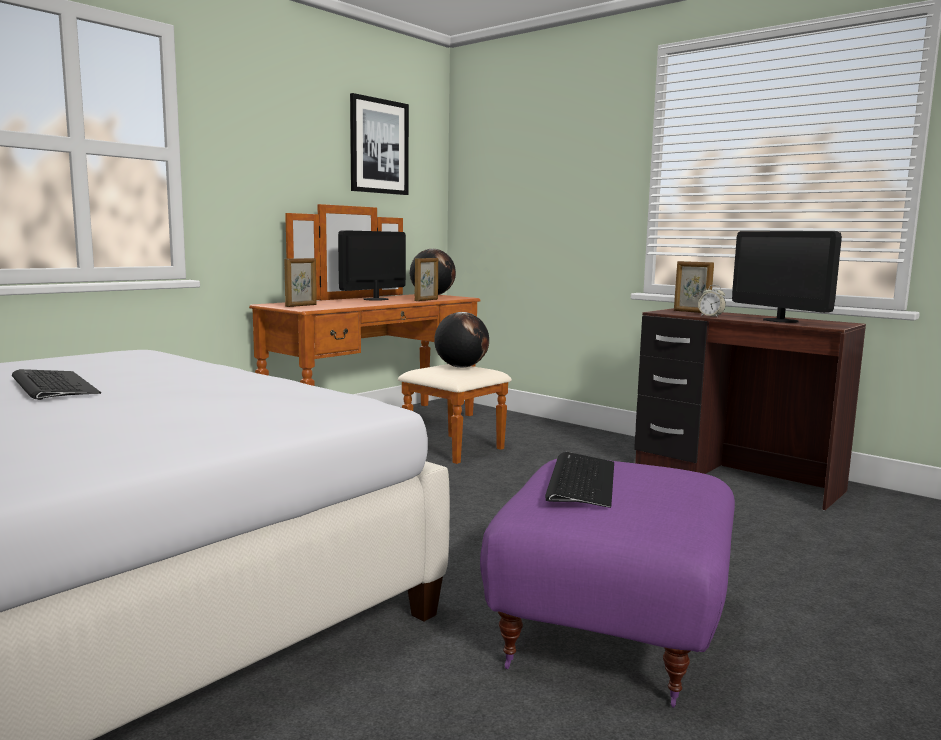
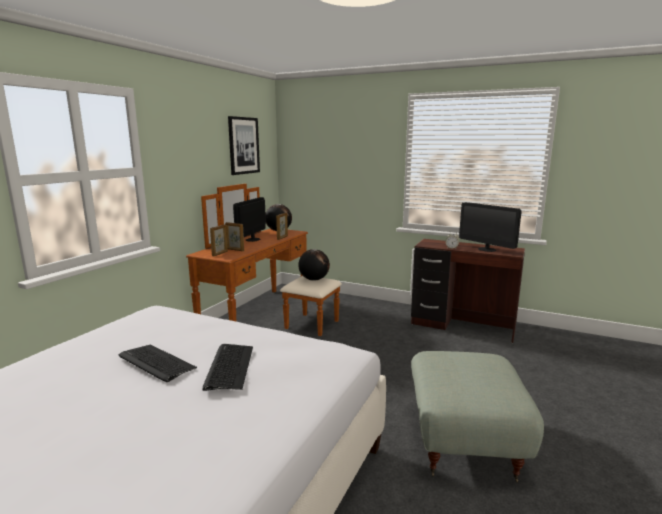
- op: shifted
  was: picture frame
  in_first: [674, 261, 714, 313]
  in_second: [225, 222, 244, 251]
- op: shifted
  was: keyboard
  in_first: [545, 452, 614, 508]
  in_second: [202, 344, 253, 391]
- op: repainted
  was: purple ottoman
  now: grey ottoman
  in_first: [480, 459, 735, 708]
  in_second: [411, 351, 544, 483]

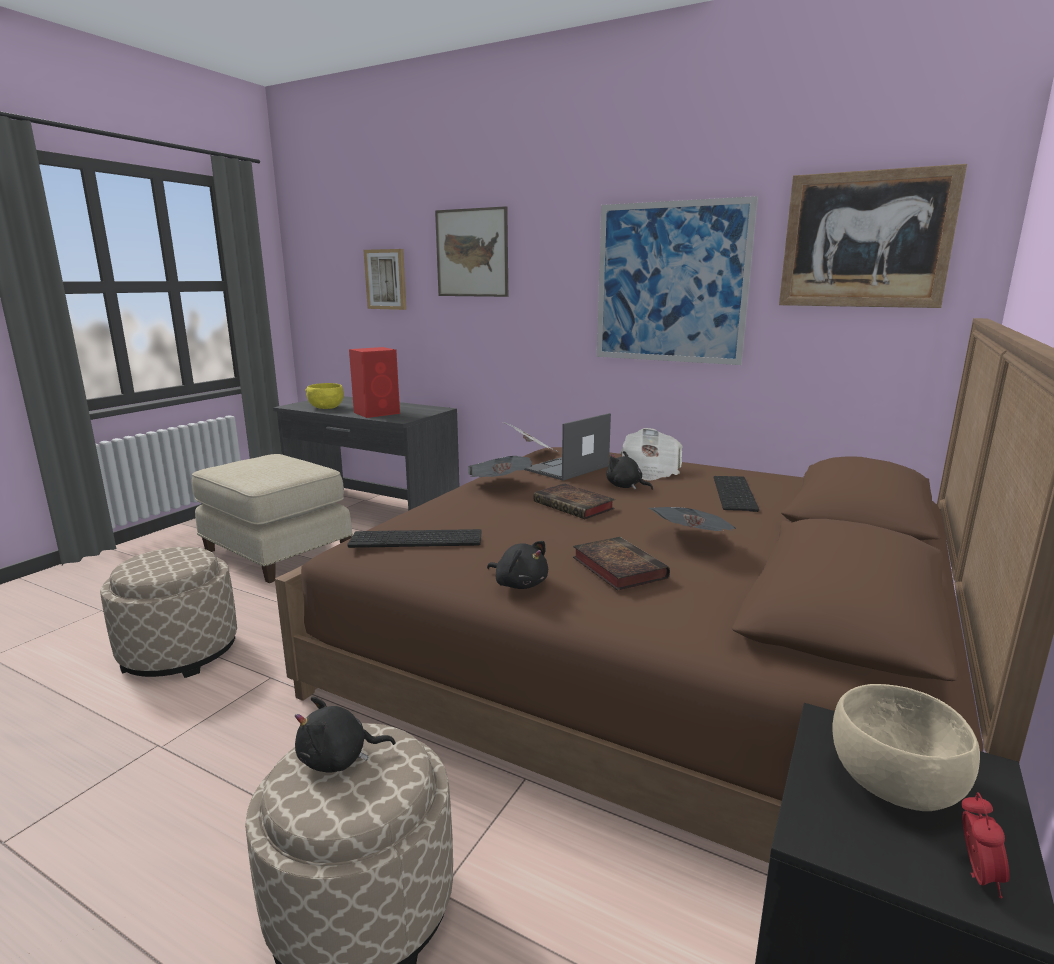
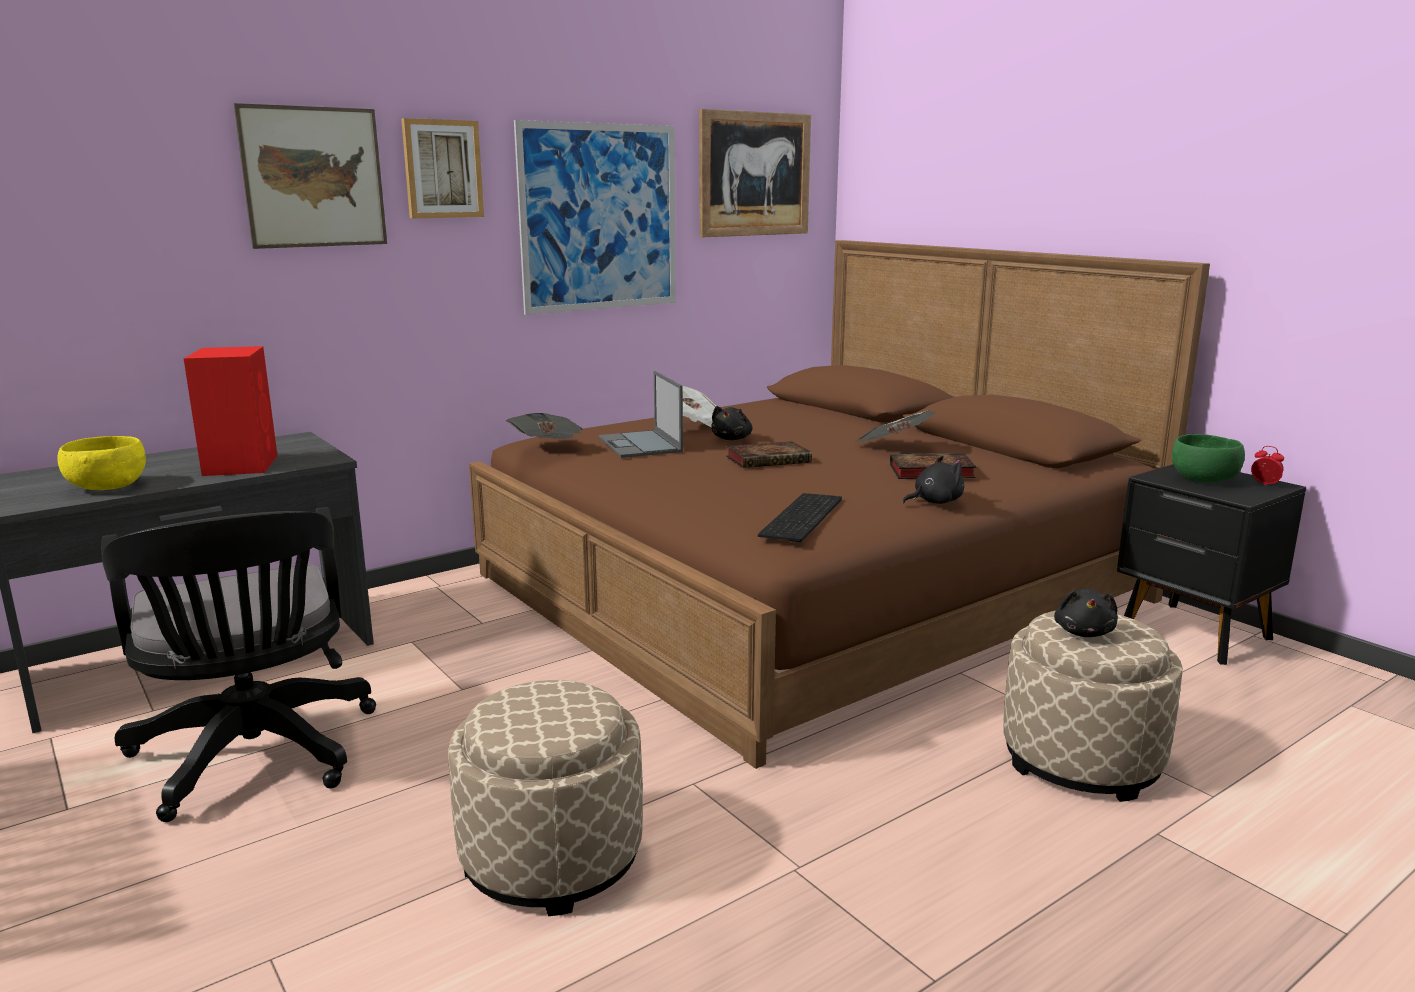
- op: shifted
  was: picture
  in_first: [364, 249, 407, 310]
  in_second: [401, 118, 484, 219]
- op: rotated
  was: black plush toy
  in_first: [606, 451, 653, 490]
  in_second: [711, 406, 753, 440]
  clockwise: -45
- op: swapped
  was: beige ottoman
  now: black office chair
  in_first: [192, 454, 353, 583]
  in_second: [101, 507, 376, 822]
- op: gone
  was: newspaper
  in_first: [468, 456, 532, 477]
- op: gone
  was: keyboard
  in_first: [714, 476, 759, 512]
- op: repainted
  was: beige bowl
  now: green bowl
  in_first: [832, 684, 980, 811]
  in_second: [1172, 434, 1245, 482]

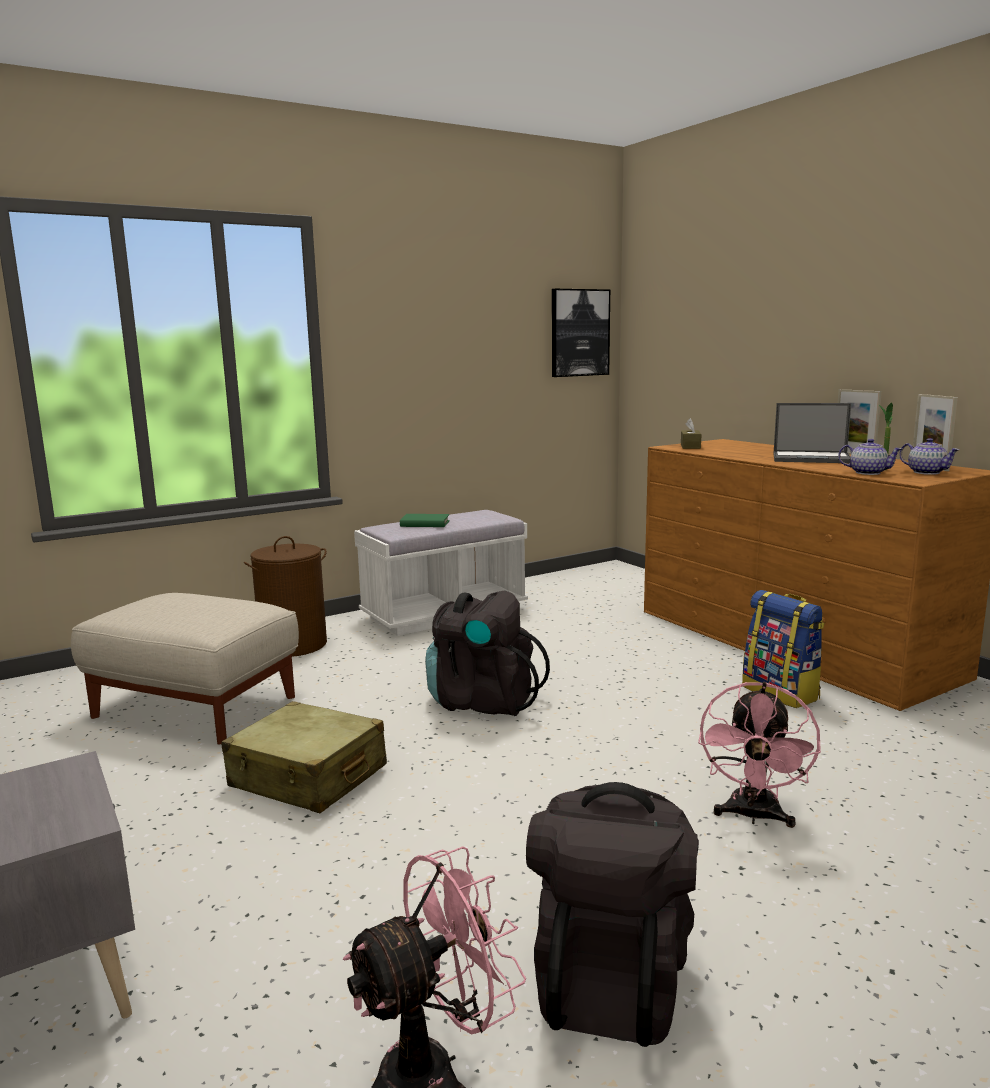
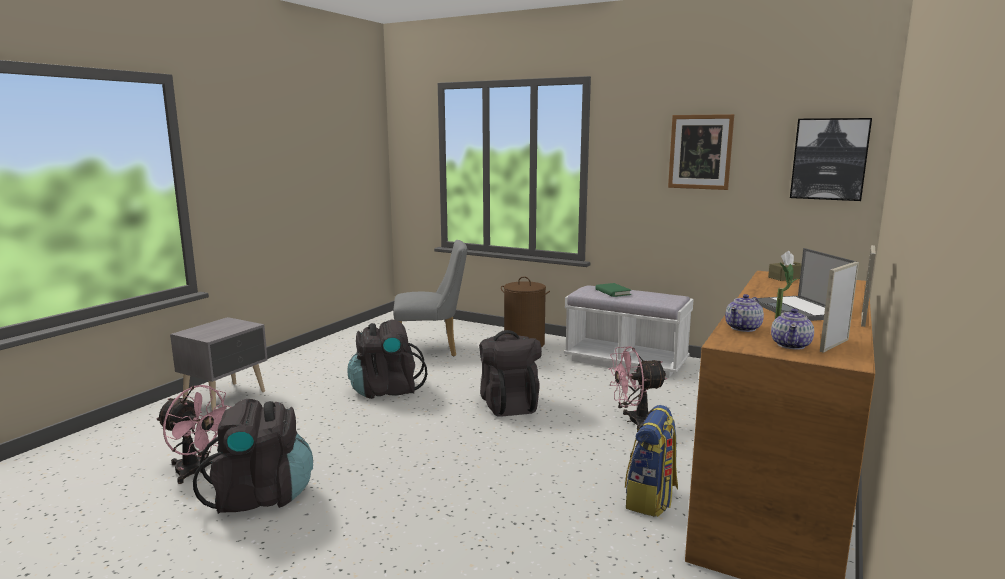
- op: rotated
  was: teapot
  in_first: [838, 439, 902, 475]
  in_second: [725, 294, 764, 332]
  clockwise: 45
- op: swapped
  was: beige ottoman
  now: grey chair
  in_first: [71, 593, 299, 745]
  in_second: [393, 240, 467, 357]
- op: shifted
  was: pink fan
  in_first: [698, 682, 821, 828]
  in_second: [608, 346, 667, 431]
- op: swapped
  was: beige suitcase
  now: black backpack
  in_first: [222, 701, 387, 813]
  in_second: [347, 320, 427, 399]
- op: new
  now: picture
  in_second: [668, 114, 734, 190]

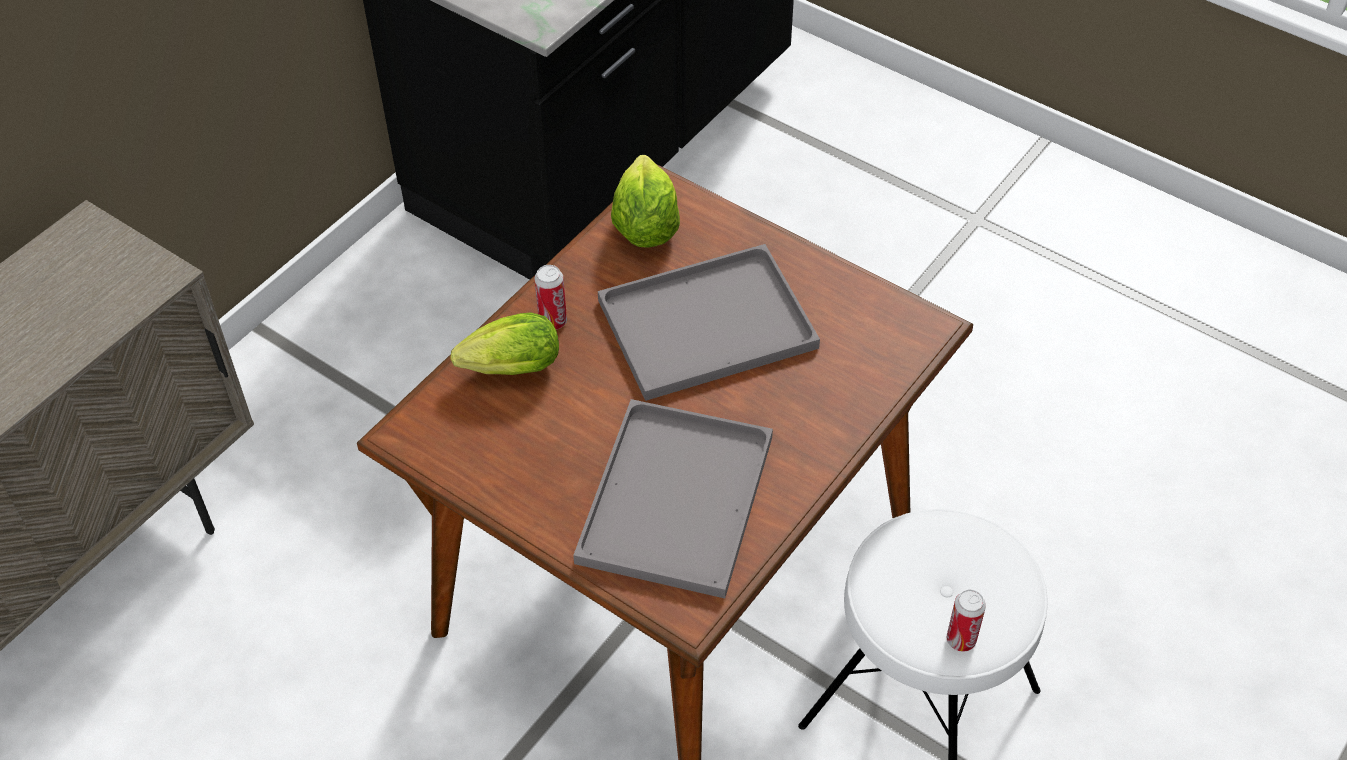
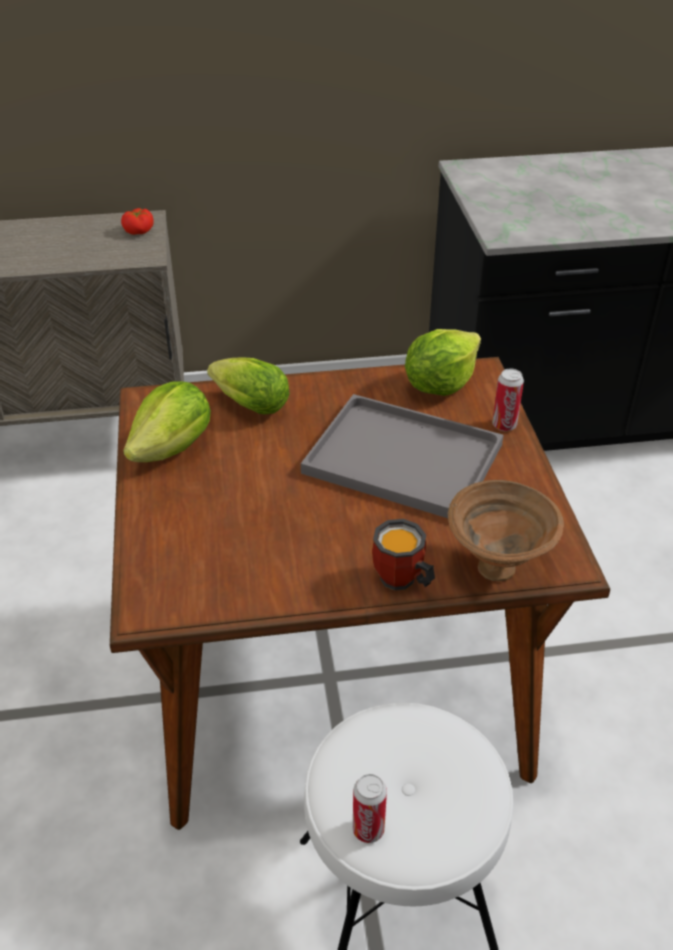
- op: shifted
  was: can
  in_first: [534, 265, 567, 330]
  in_second: [492, 368, 524, 431]
- op: gone
  was: grey tray
  in_first: [573, 399, 773, 598]
- op: new
  now: tomato
  in_second: [121, 208, 154, 235]
- op: new
  now: lettuce
  in_second: [123, 381, 211, 462]
- op: new
  now: brown bowl
  in_second: [448, 480, 564, 581]
- op: new
  now: mug
  in_second: [372, 519, 435, 591]

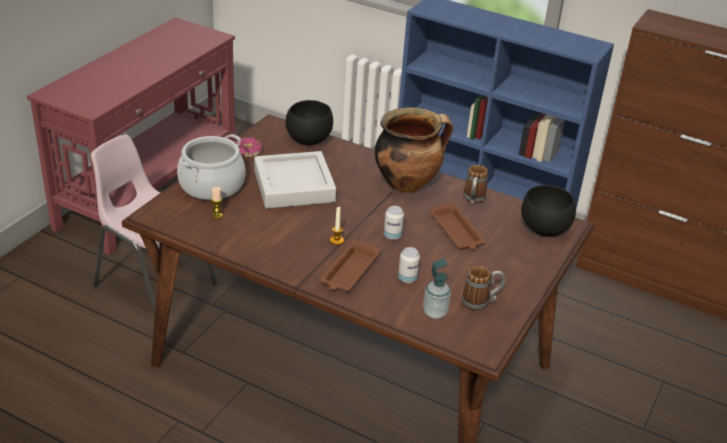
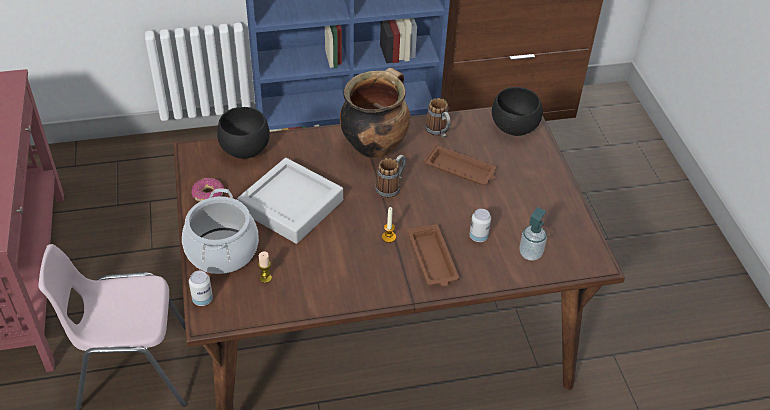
- op: shifted
  was: can
  in_first: [384, 206, 404, 240]
  in_second: [189, 271, 213, 306]
- op: shifted
  was: mug
  in_first: [461, 266, 505, 311]
  in_second: [375, 155, 406, 198]

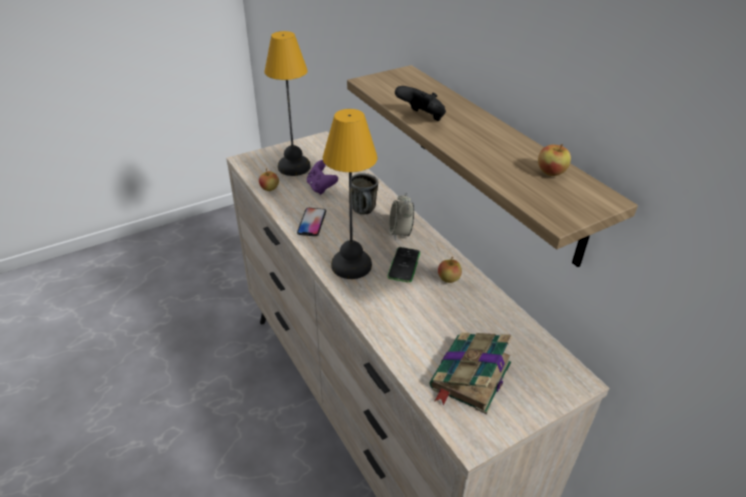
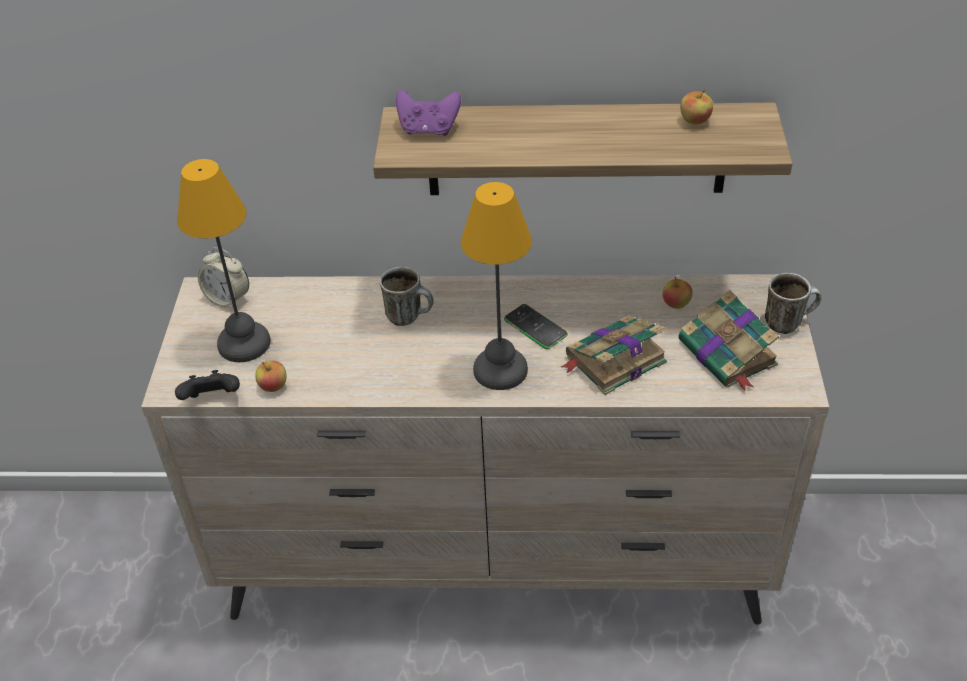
- op: shifted
  was: black game controller
  in_first: [395, 86, 446, 121]
  in_second: [175, 370, 240, 400]
- op: shifted
  was: purple game controller
  in_first: [307, 160, 338, 195]
  in_second: [396, 90, 461, 136]
- op: shifted
  was: alarm clock
  in_first: [389, 192, 414, 240]
  in_second: [198, 248, 249, 307]
- op: gone
  was: phone
  in_first: [297, 208, 326, 236]
- op: shifted
  was: apple
  in_first: [438, 257, 462, 283]
  in_second: [663, 277, 693, 309]
- op: new
  now: mug
  in_second: [765, 273, 821, 334]
- op: new
  now: book
  in_second: [561, 315, 667, 395]

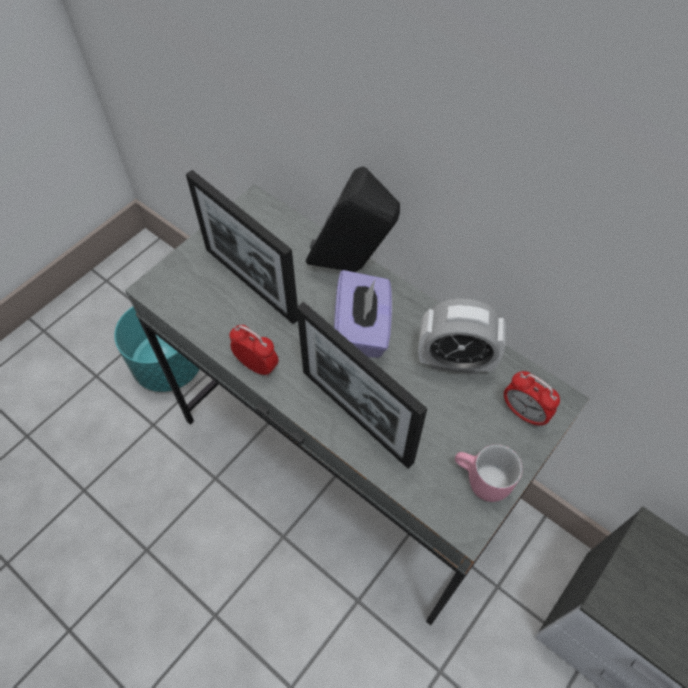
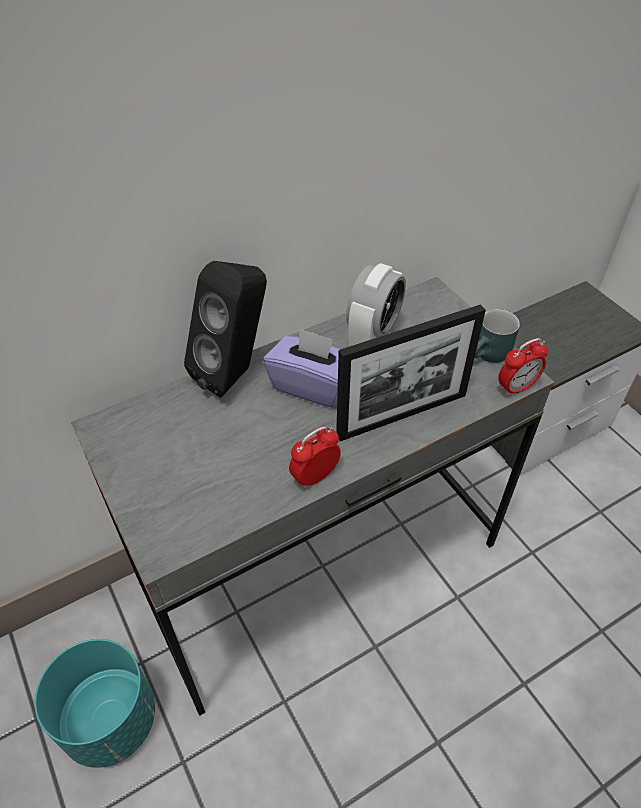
- op: gone
  was: picture frame
  in_first: [186, 170, 298, 324]
- op: shifted
  was: alarm clock
  in_first: [504, 371, 560, 427]
  in_second: [498, 338, 548, 396]
- op: repainted
  was: pink mug
  now: turquoise mug
  in_first: [455, 445, 522, 502]
  in_second: [475, 309, 520, 363]

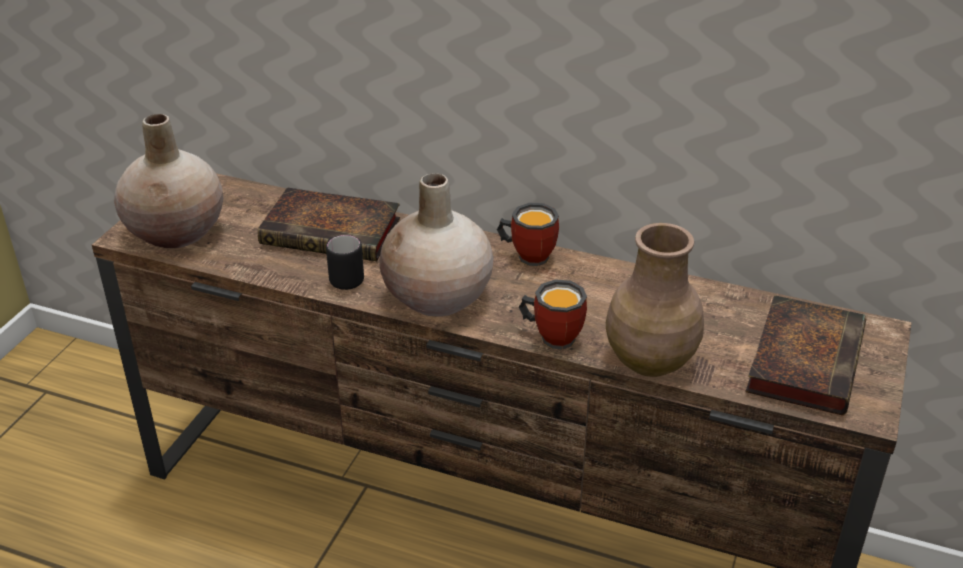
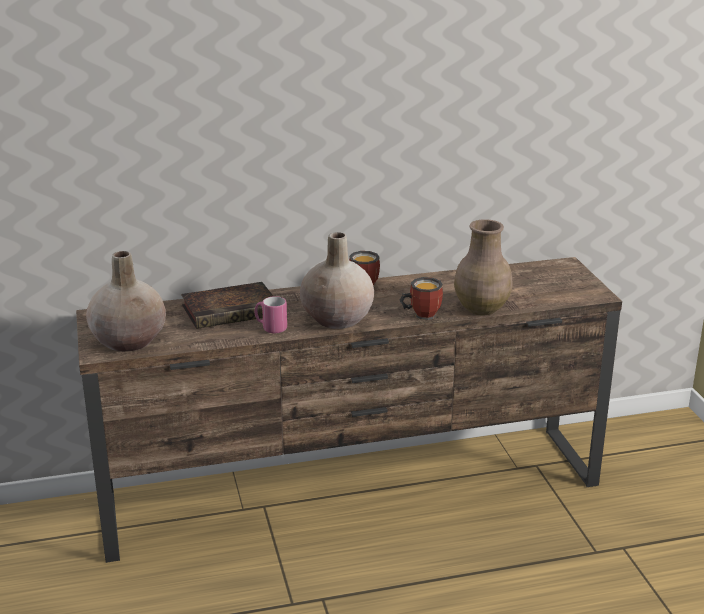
- op: repainted
  was: black mug
  now: pink mug
  in_first: [326, 235, 364, 290]
  in_second: [255, 296, 287, 333]
- op: gone
  was: book
  in_first: [745, 295, 866, 416]

